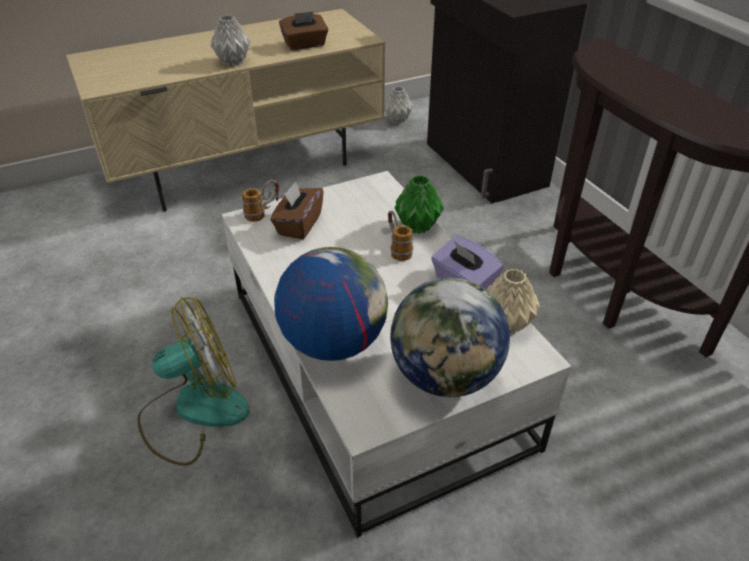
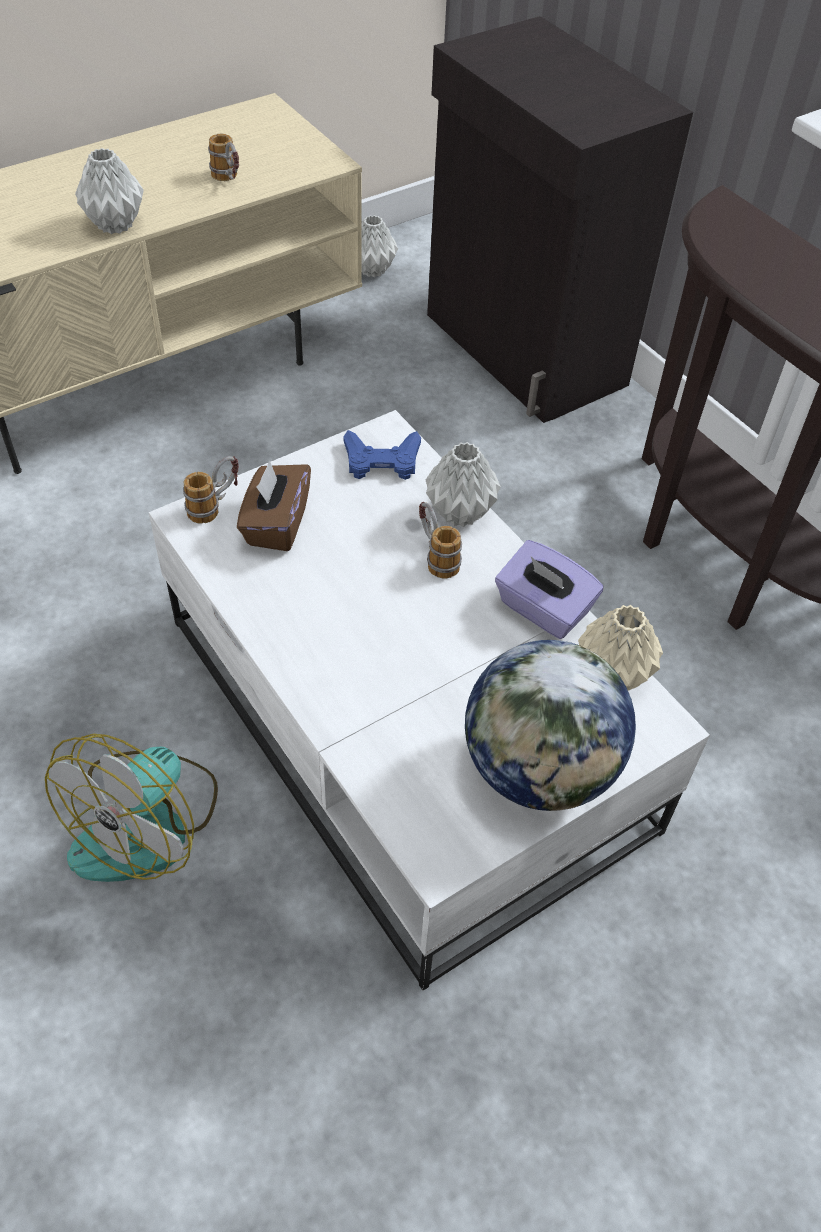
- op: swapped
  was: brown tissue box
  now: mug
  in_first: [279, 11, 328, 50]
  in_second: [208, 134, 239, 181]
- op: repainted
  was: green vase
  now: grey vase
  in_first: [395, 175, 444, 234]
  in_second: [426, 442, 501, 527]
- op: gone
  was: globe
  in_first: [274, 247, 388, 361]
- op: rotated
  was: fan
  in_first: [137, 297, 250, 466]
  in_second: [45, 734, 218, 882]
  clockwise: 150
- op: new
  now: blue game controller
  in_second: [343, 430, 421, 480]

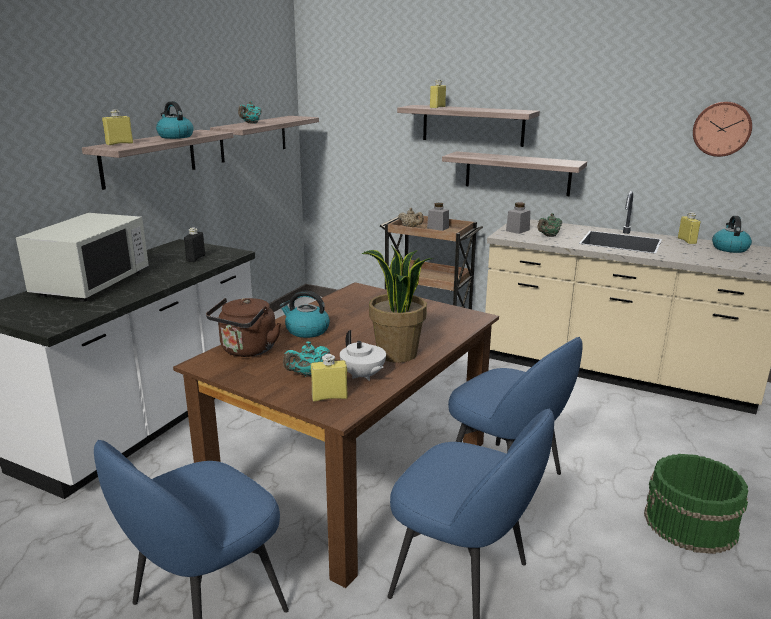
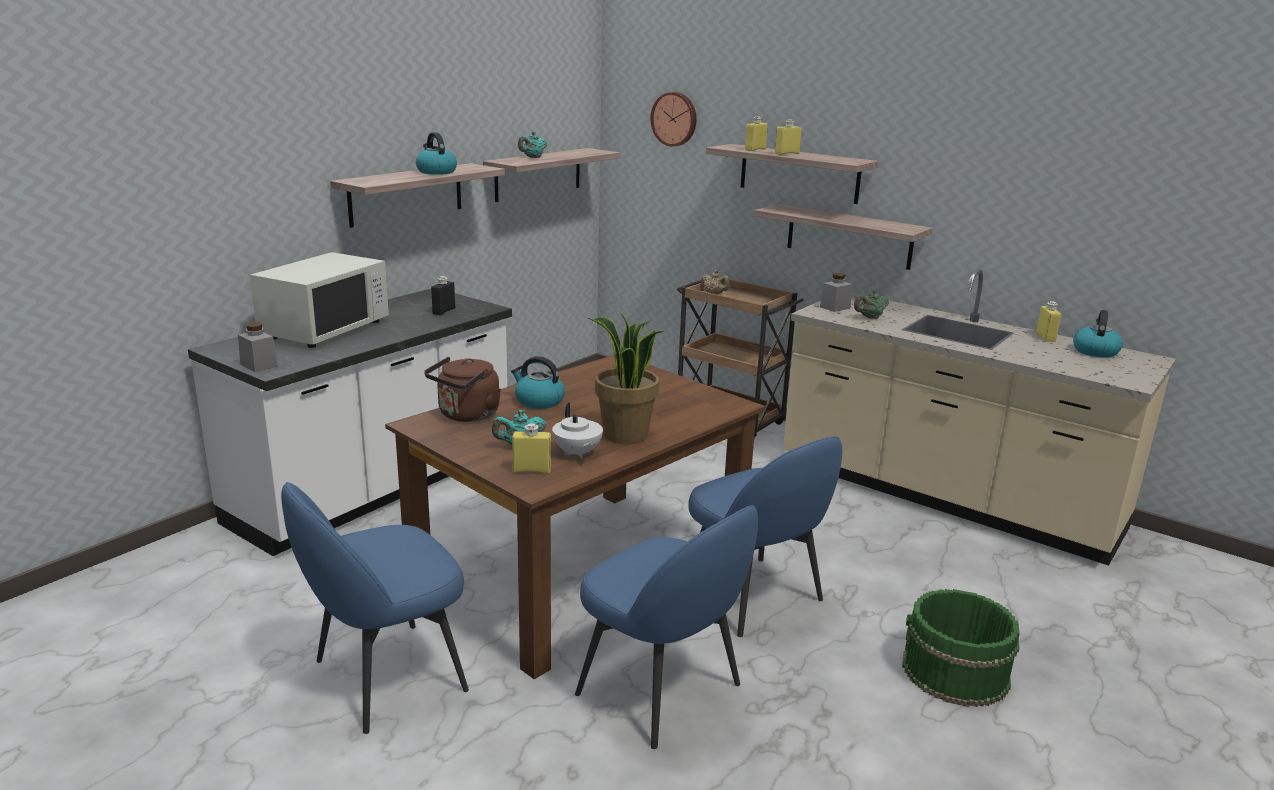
- op: shifted
  was: wall clock
  in_first: [693, 102, 752, 157]
  in_second: [650, 92, 697, 146]
- op: shifted
  was: yellow bottle
  in_first: [102, 109, 133, 145]
  in_second: [775, 119, 802, 155]
- op: shifted
  was: grey jar
  in_first: [427, 203, 449, 231]
  in_second: [238, 322, 278, 372]

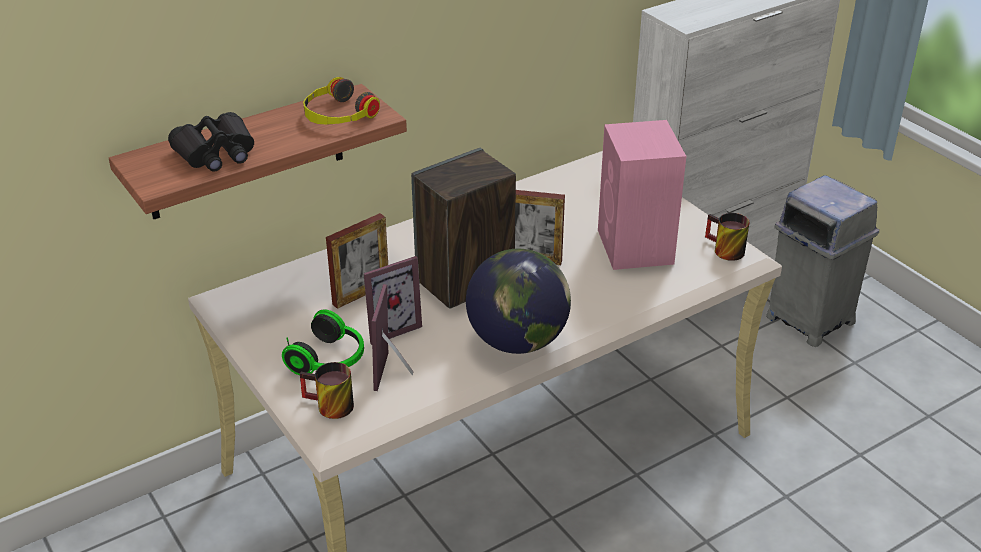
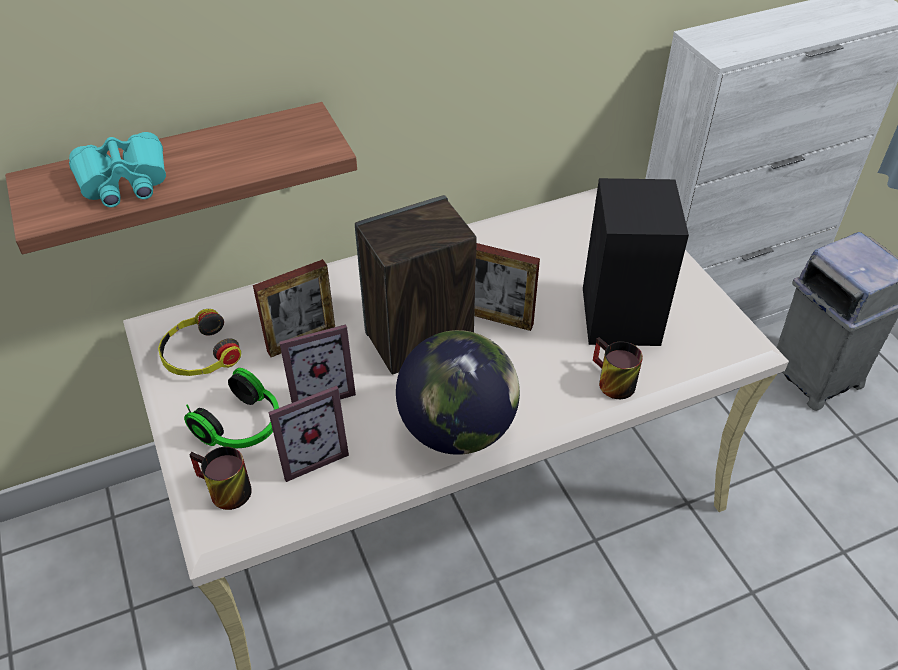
- op: shifted
  was: headphones
  in_first: [303, 77, 380, 125]
  in_second: [158, 309, 241, 376]
- op: repainted
  was: black binoculars
  now: turquoise binoculars
  in_first: [168, 112, 254, 172]
  in_second: [69, 132, 166, 207]
- op: repainted
  was: pink speaker
  now: black speaker
  in_first: [598, 120, 686, 270]
  in_second: [583, 178, 689, 346]
- op: shifted
  was: mug
  in_first: [705, 213, 750, 261]
  in_second: [593, 337, 643, 399]
- op: rotated
  was: picture frame
  in_first: [372, 284, 413, 391]
  in_second: [268, 385, 349, 482]
  clockwise: -135

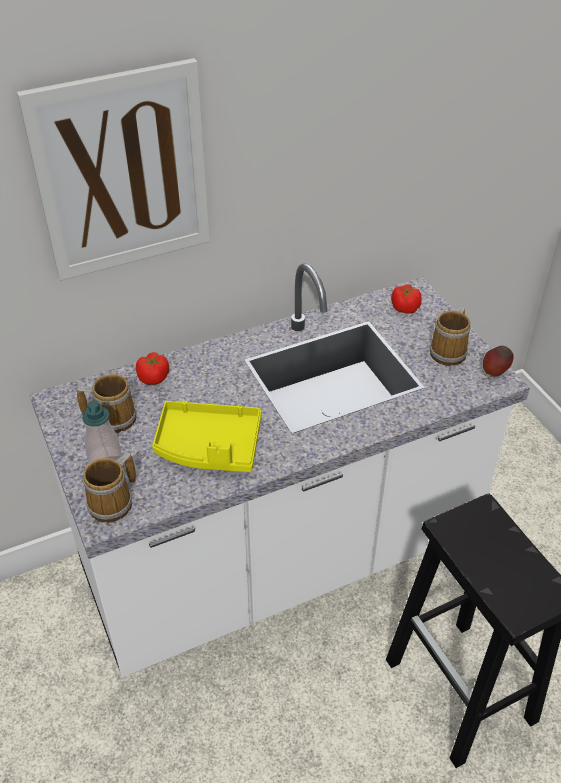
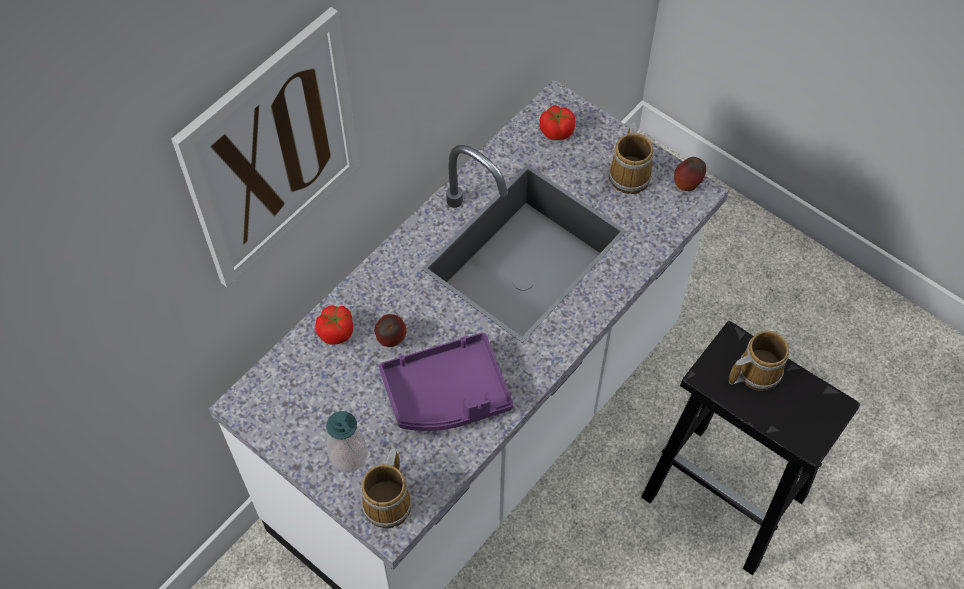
- op: shifted
  was: mug
  in_first: [77, 374, 136, 433]
  in_second: [729, 331, 789, 391]
- op: repainted
  was: yellow tray
  now: purple tray
  in_first: [152, 401, 261, 472]
  in_second: [379, 332, 513, 431]
- op: new
  now: apple
  in_second: [374, 314, 406, 347]

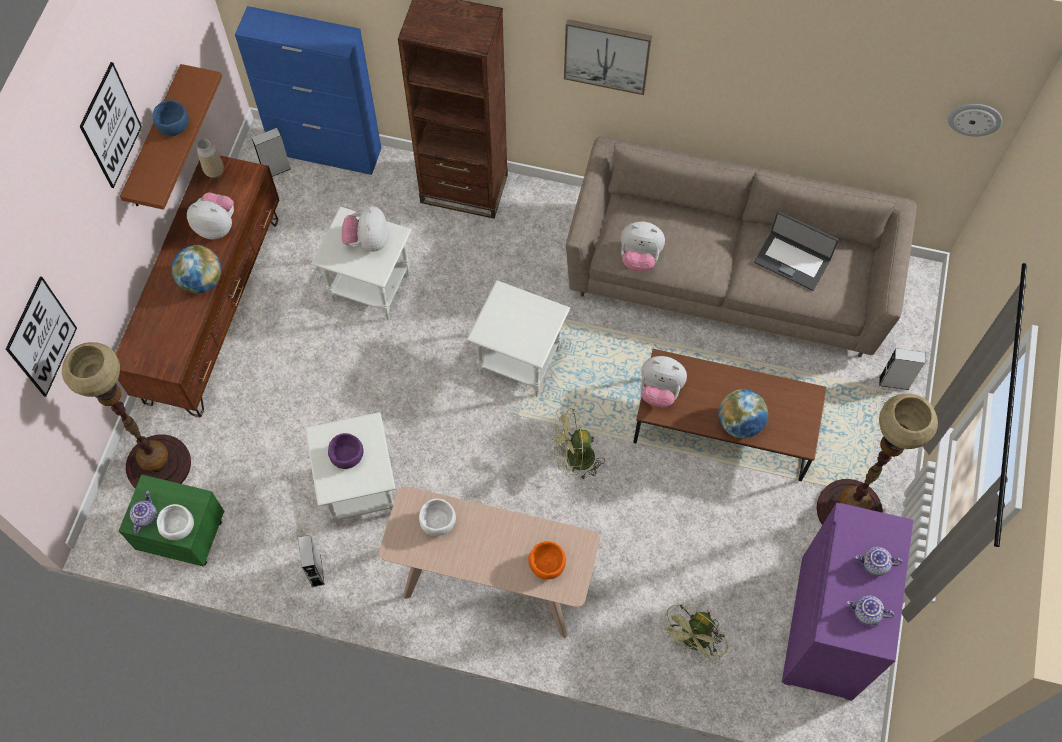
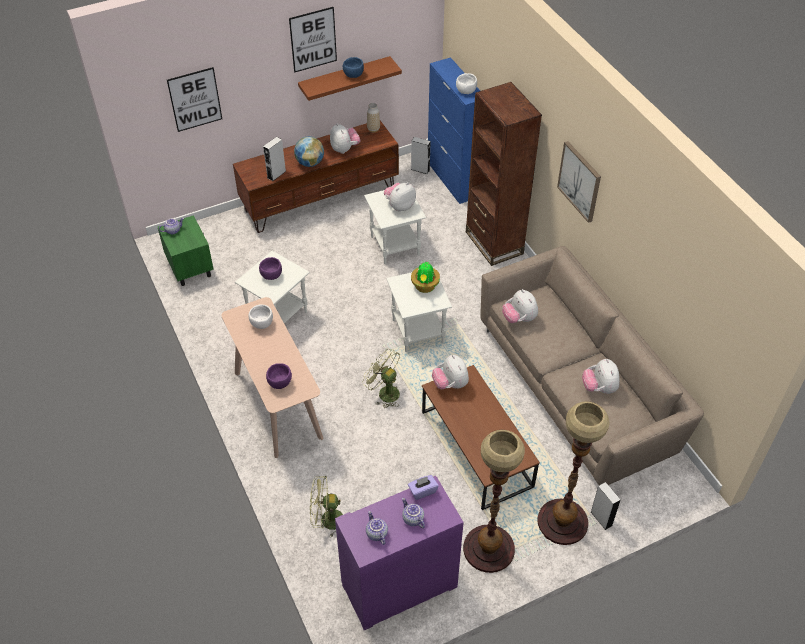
- op: gone
  was: wall clock
  in_first: [948, 104, 1002, 137]
- op: swapped
  was: laptop
  now: plush toy
  in_first: [754, 211, 839, 291]
  in_second: [582, 359, 620, 394]
- op: shifted
  was: floor lamp
  in_first: [62, 342, 191, 489]
  in_second: [537, 401, 609, 545]
- op: gone
  was: globe
  in_first: [718, 389, 768, 439]
- op: shifted
  was: white bowl
  in_first: [157, 504, 194, 540]
  in_second: [456, 73, 477, 94]
- op: shifted
  was: grey speaker
  in_first: [298, 535, 325, 587]
  in_second: [263, 137, 286, 181]
- op: repainted
  was: orange bowl
  now: purple bowl
  in_first: [529, 541, 566, 580]
  in_second: [266, 363, 292, 389]
- op: new
  now: potted plant
  in_second: [411, 261, 440, 293]
- op: new
  now: purple tissue box
  in_second: [408, 475, 439, 500]

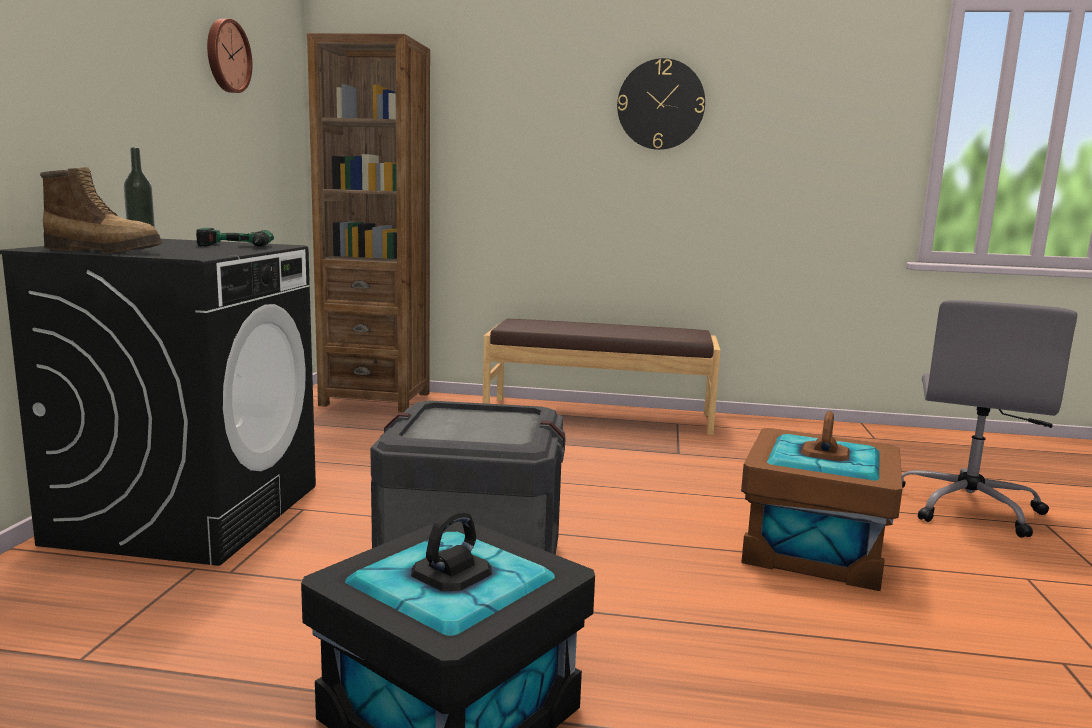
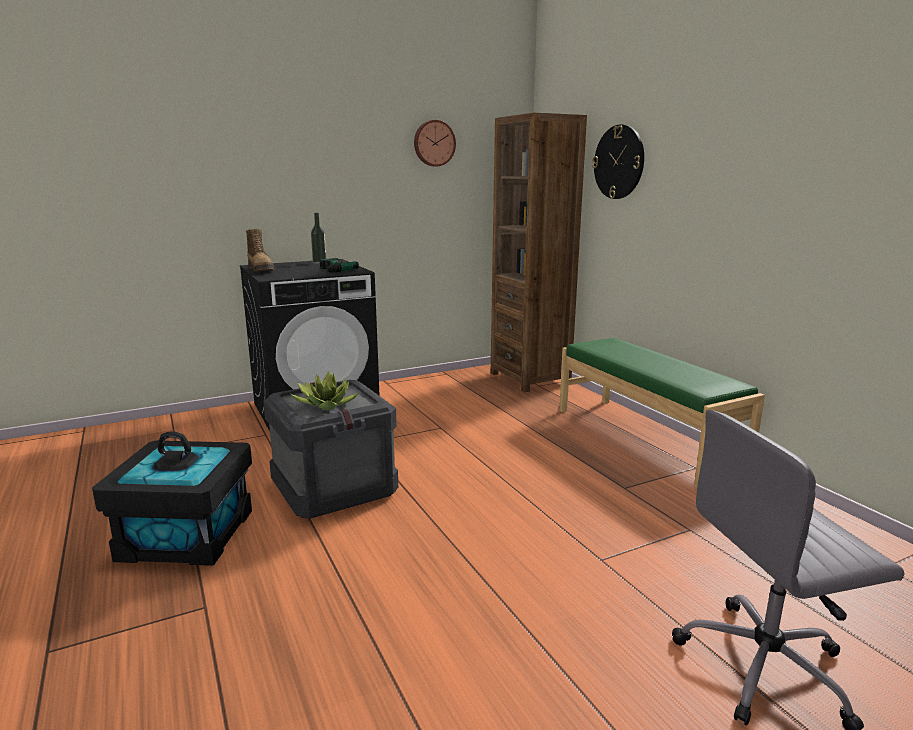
- op: shifted
  was: wall clock
  in_first: [617, 58, 705, 150]
  in_second: [592, 124, 644, 199]
- op: repainted
  was: brown bench
  now: green bench
  in_first: [483, 319, 720, 436]
  in_second: [559, 338, 765, 488]
- op: gone
  was: brown storage box
  in_first: [741, 411, 903, 591]
- op: new
  now: potted plant
  in_second: [291, 371, 359, 410]

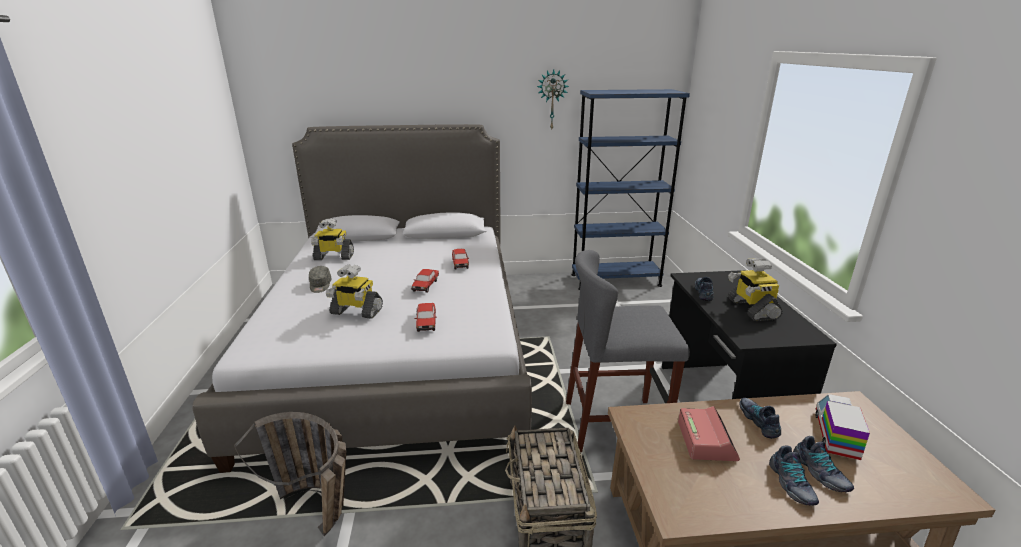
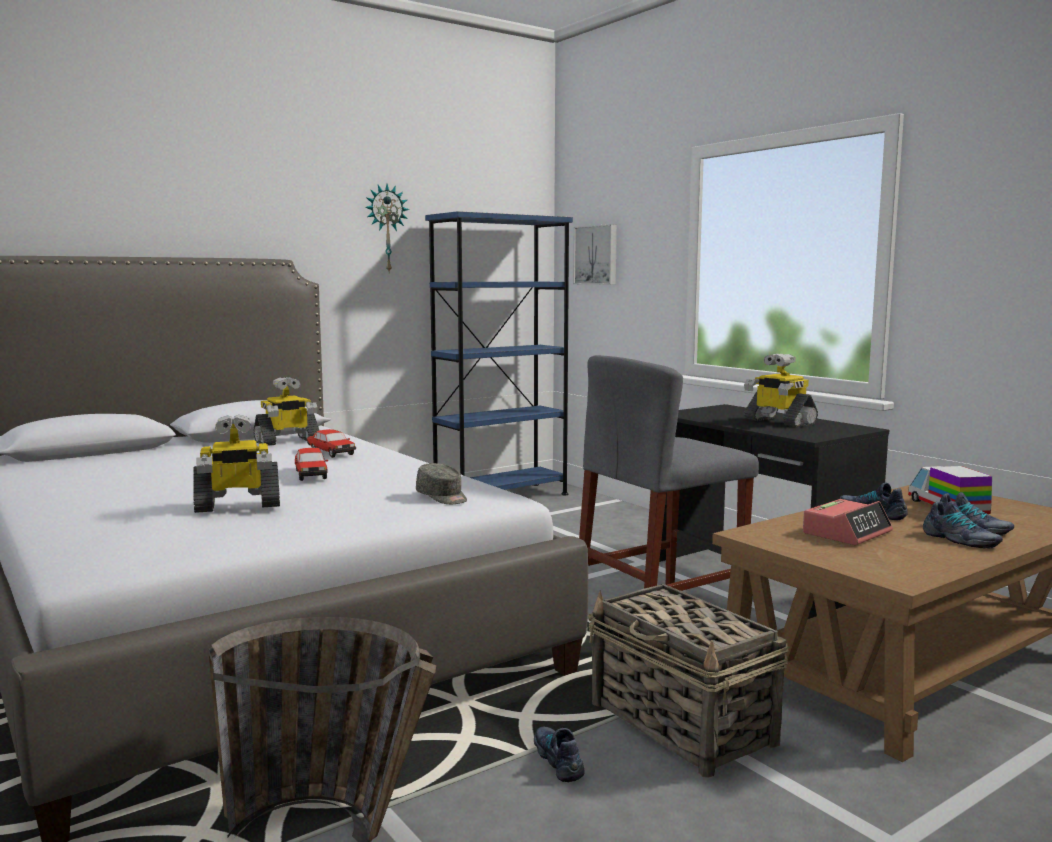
- op: shifted
  was: toy robot
  in_first: [311, 218, 354, 260]
  in_second: [254, 377, 320, 446]
- op: shifted
  was: grey cap
  in_first: [309, 266, 332, 293]
  in_second: [416, 463, 467, 504]
- op: shifted
  was: shoe
  in_first: [694, 277, 714, 301]
  in_second: [534, 727, 585, 782]
- op: gone
  was: toy car
  in_first: [415, 303, 437, 332]
- op: rotated
  was: alarm clock
  in_first: [678, 406, 740, 461]
  in_second: [803, 499, 893, 545]
  clockwise: 75
- op: new
  now: picture
  in_second: [573, 224, 617, 285]

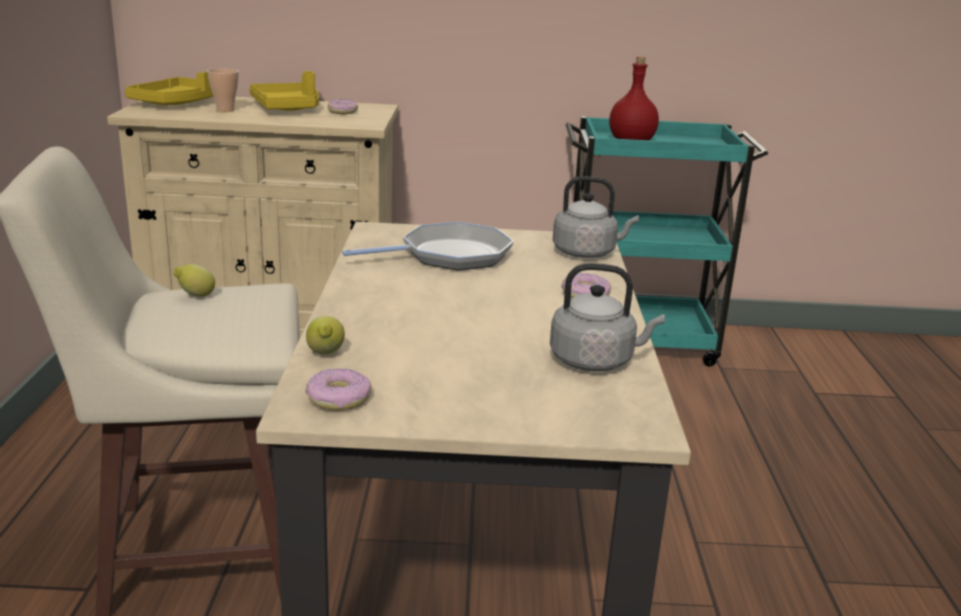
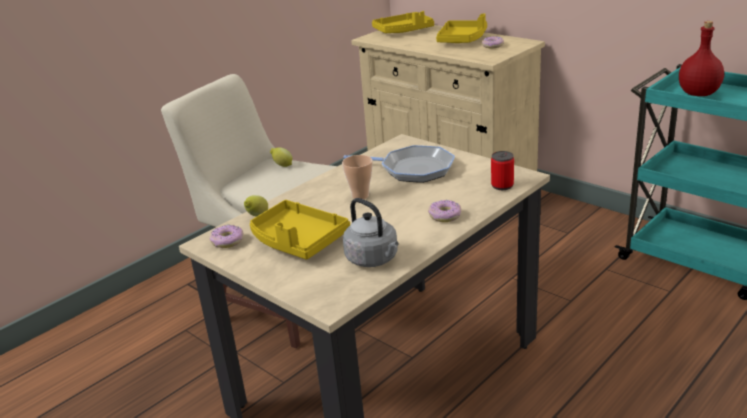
- op: shifted
  was: cup
  in_first: [207, 69, 239, 112]
  in_second: [342, 155, 373, 199]
- op: swapped
  was: grey kettle
  now: can
  in_first: [553, 176, 639, 258]
  in_second: [491, 151, 514, 190]
- op: new
  now: yellow tray
  in_second: [250, 200, 350, 259]

